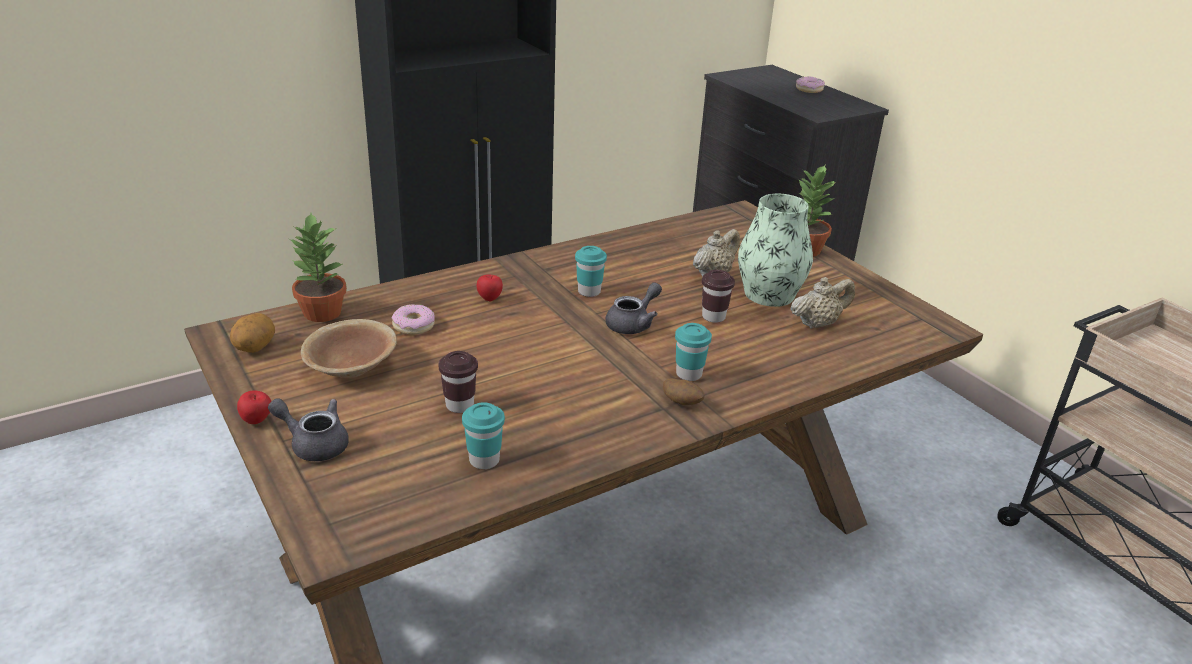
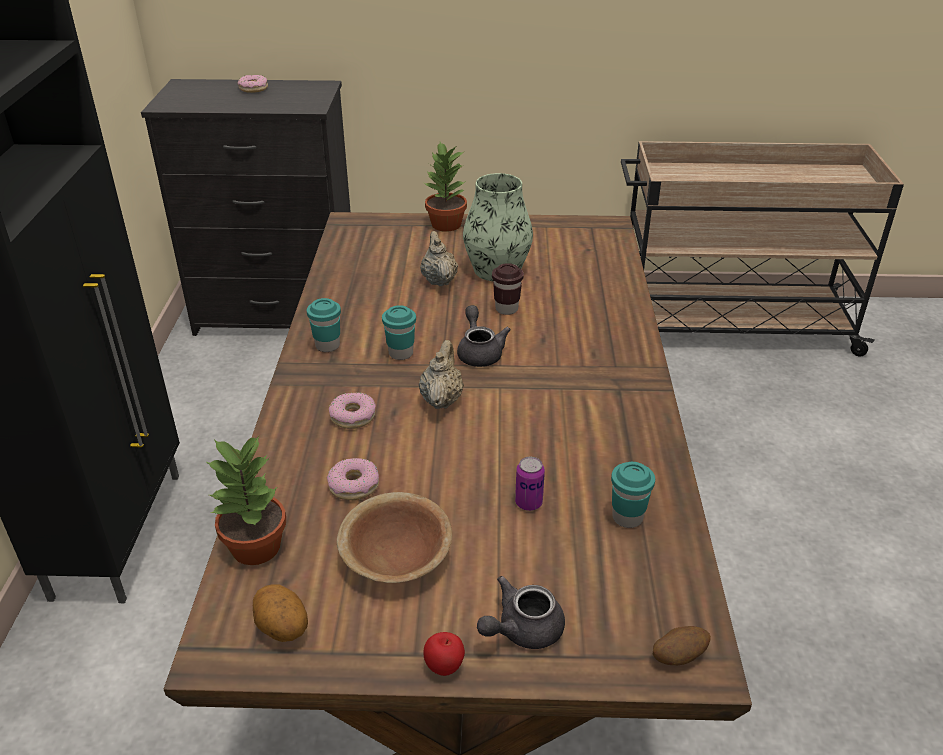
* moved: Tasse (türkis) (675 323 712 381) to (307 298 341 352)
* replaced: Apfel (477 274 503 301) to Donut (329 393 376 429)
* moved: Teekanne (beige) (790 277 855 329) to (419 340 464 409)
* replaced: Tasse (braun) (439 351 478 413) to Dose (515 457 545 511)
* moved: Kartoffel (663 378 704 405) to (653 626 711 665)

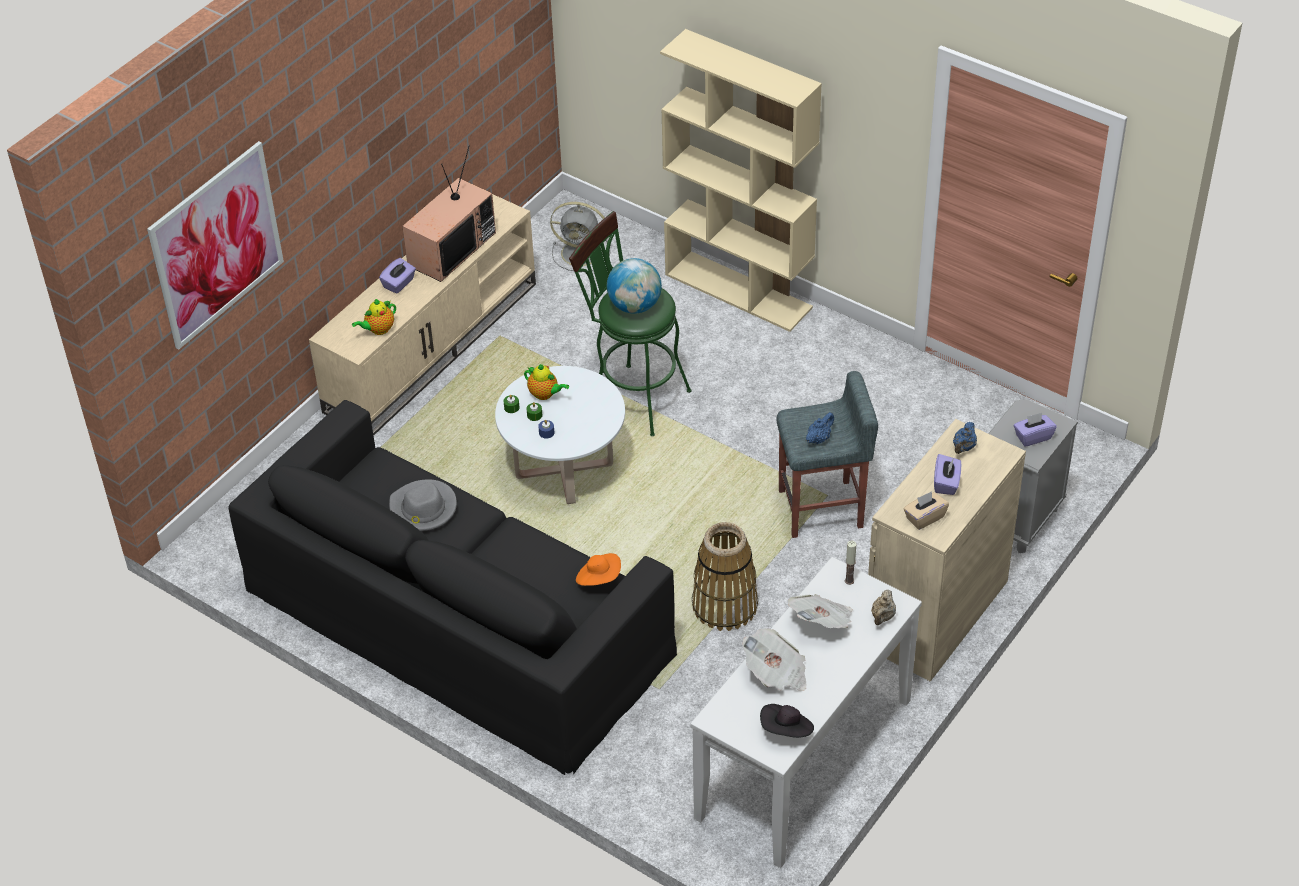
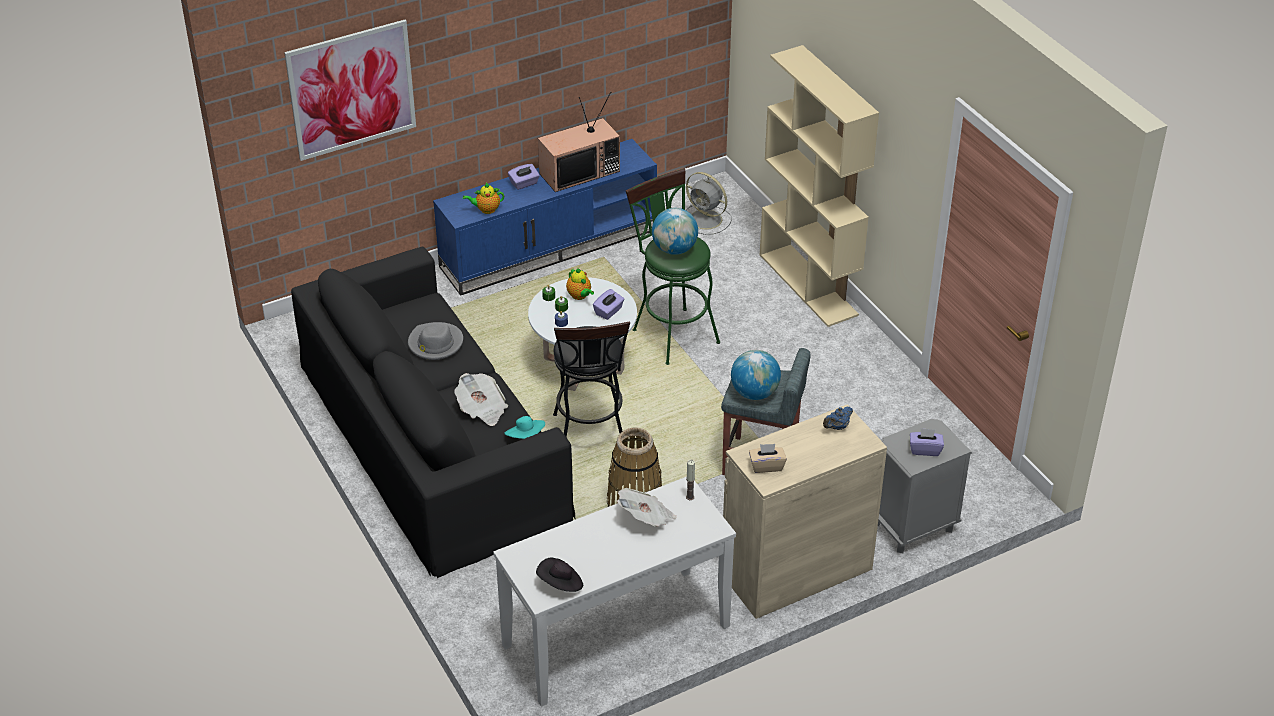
* recoloured: Fernsehschrank (beige) (309 194 536 436) to Fernsehschrank (blau) (433 139 657 296)
* moved: Zeitung (742 629 806 691) to (454 373 508 426)
* recoloured: Hut (orange) (576 553 621 586) to Hut (türkis) (504 416 545 439)
* added: Hocker (schwarz) (553 321 630 437)
* moved: Taschentuchbox (lila) (934 454 961 495) to (593 289 625 320)
* replaced: Teekanne (blau) (806 412 834 444) to Globus (731 350 781 400)
* removed: Teekanne (beige) (871 590 896 625)

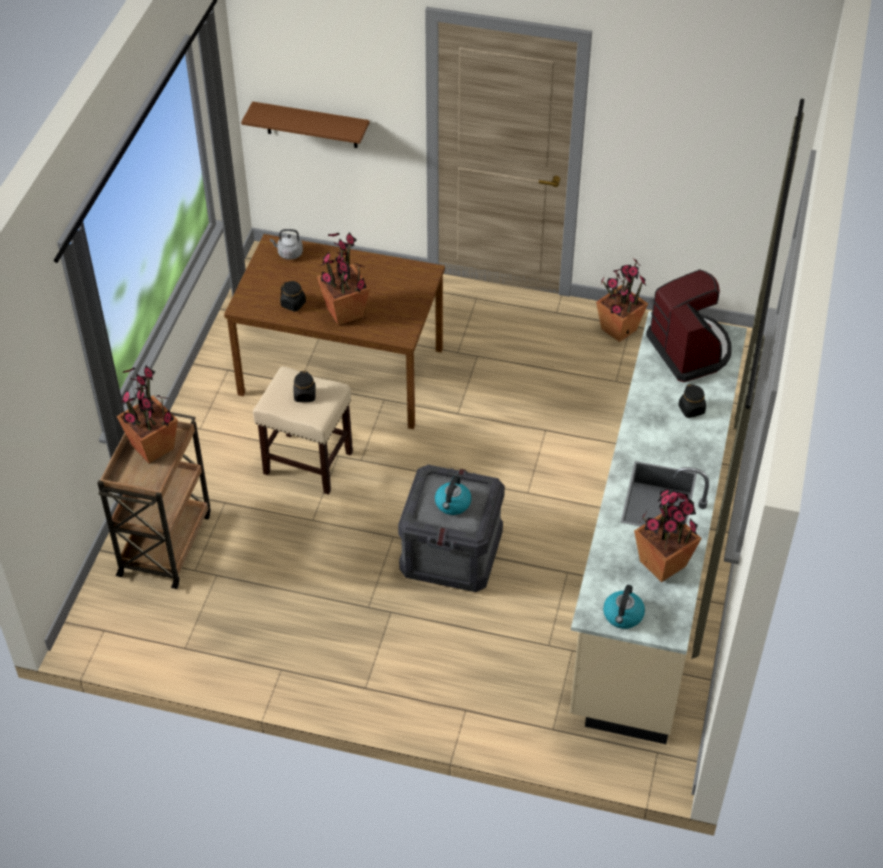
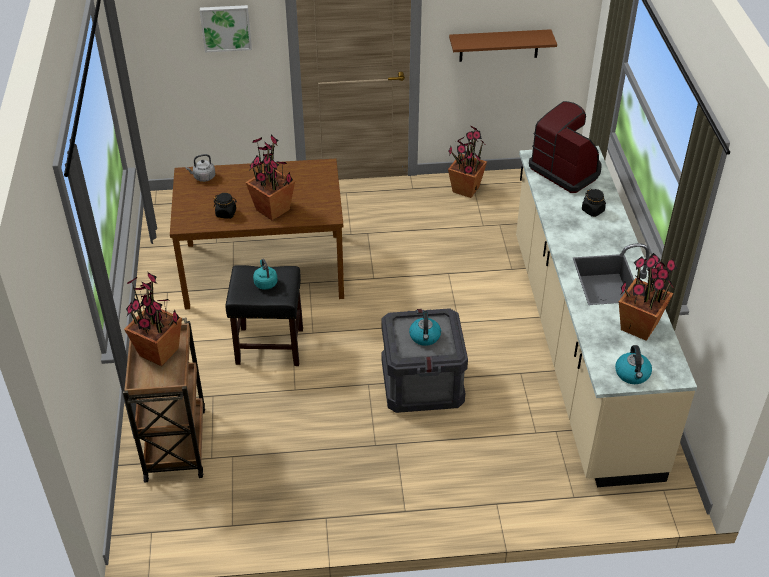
* added: Bild (200 5 252 52)
* recoloured: Hocker (beige) (253 366 353 495) to Hocker (schwarz) (225 265 303 366)
* replaced: Vorratsglas (schwarz) (294 371 316 402) to Wasserkessel (türkis) (253 259 278 290)
* moved: Wandregal (braun) (241 101 370 148) to (449 29 557 62)

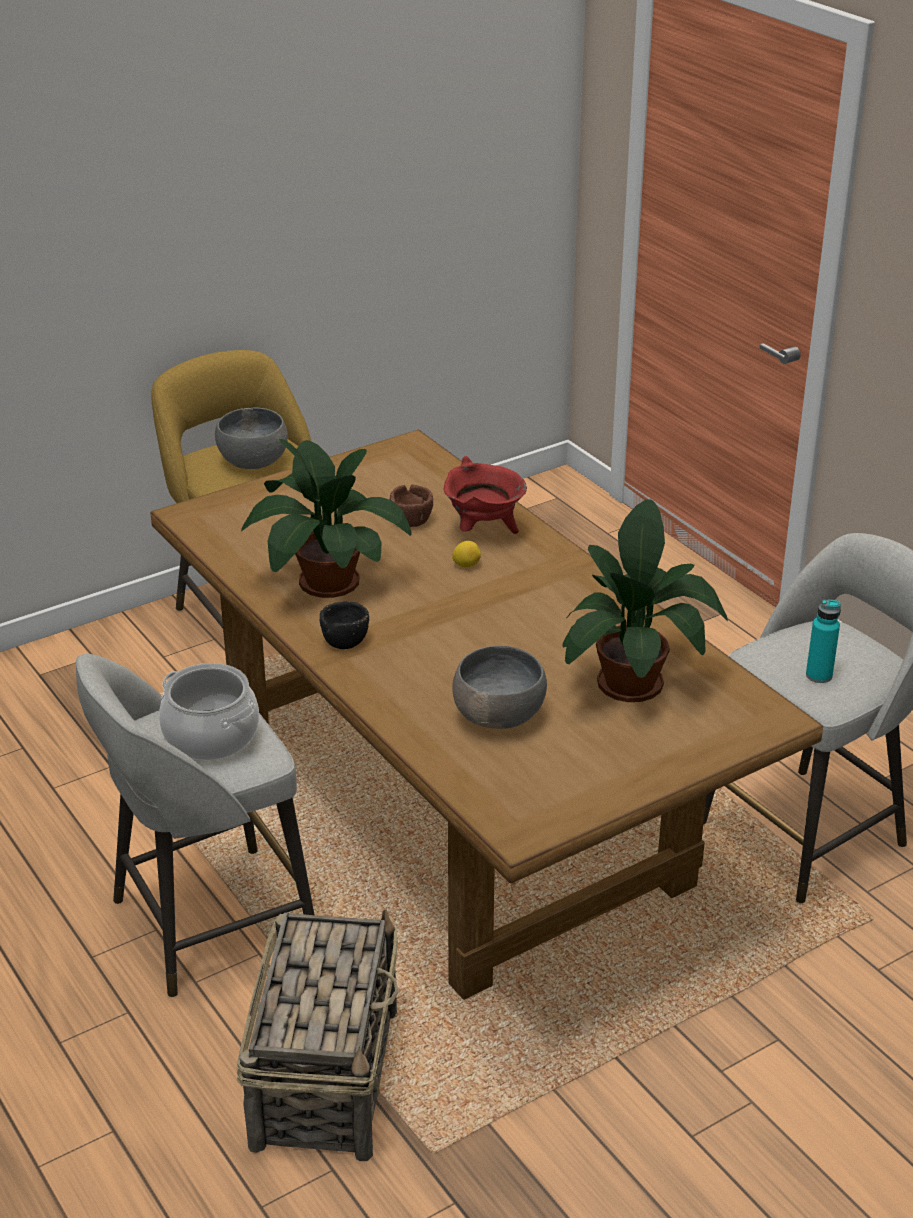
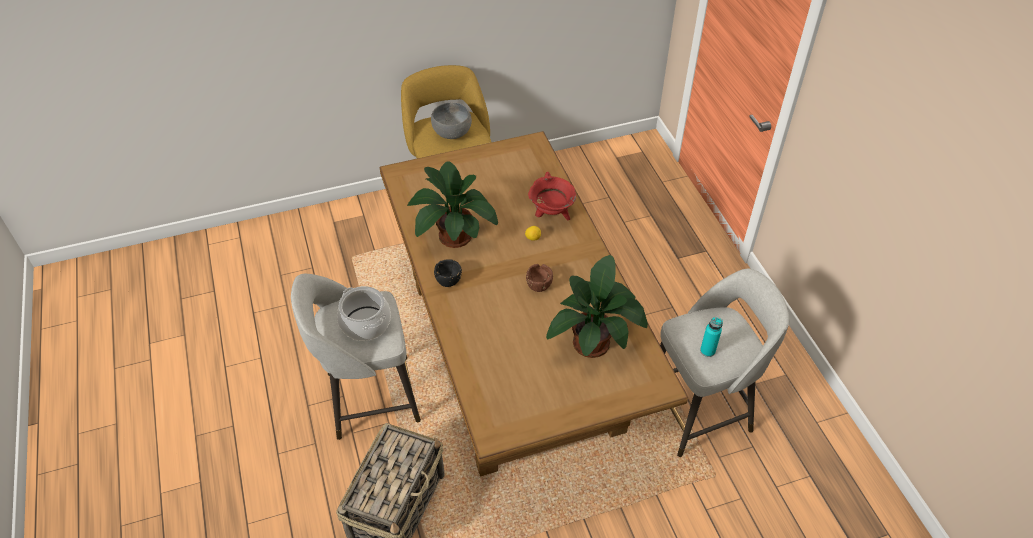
* moved: Schüssel (braun) (390 484 433 527) to (526 264 553 292)
* removed: Schüssel (grau) (452 646 547 729)

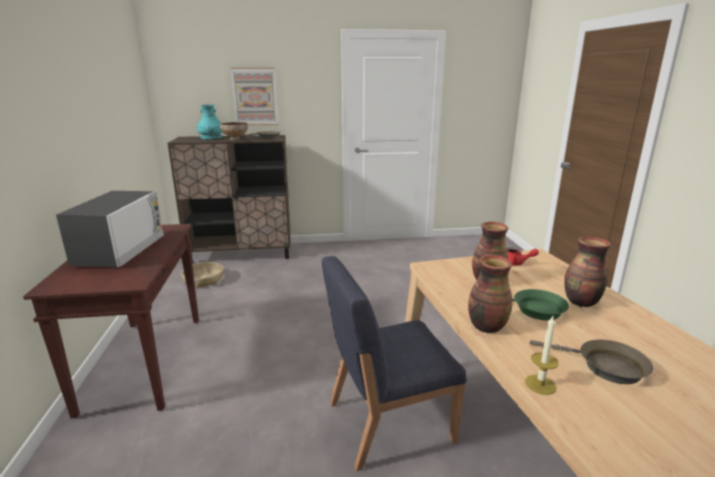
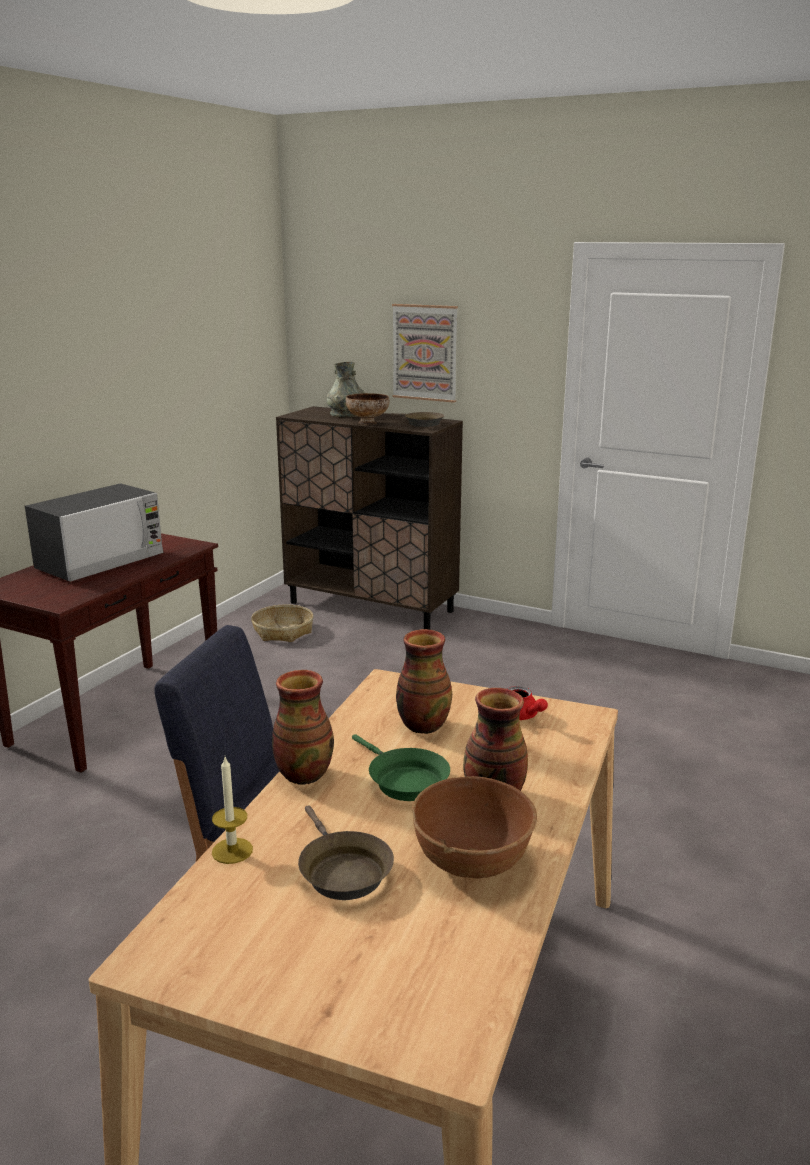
* recoloured: Vase (türkis) (197 104 222 140) to Vase (grau) (327 362 365 417)
* added: Schüssel (braun) (412 776 537 879)

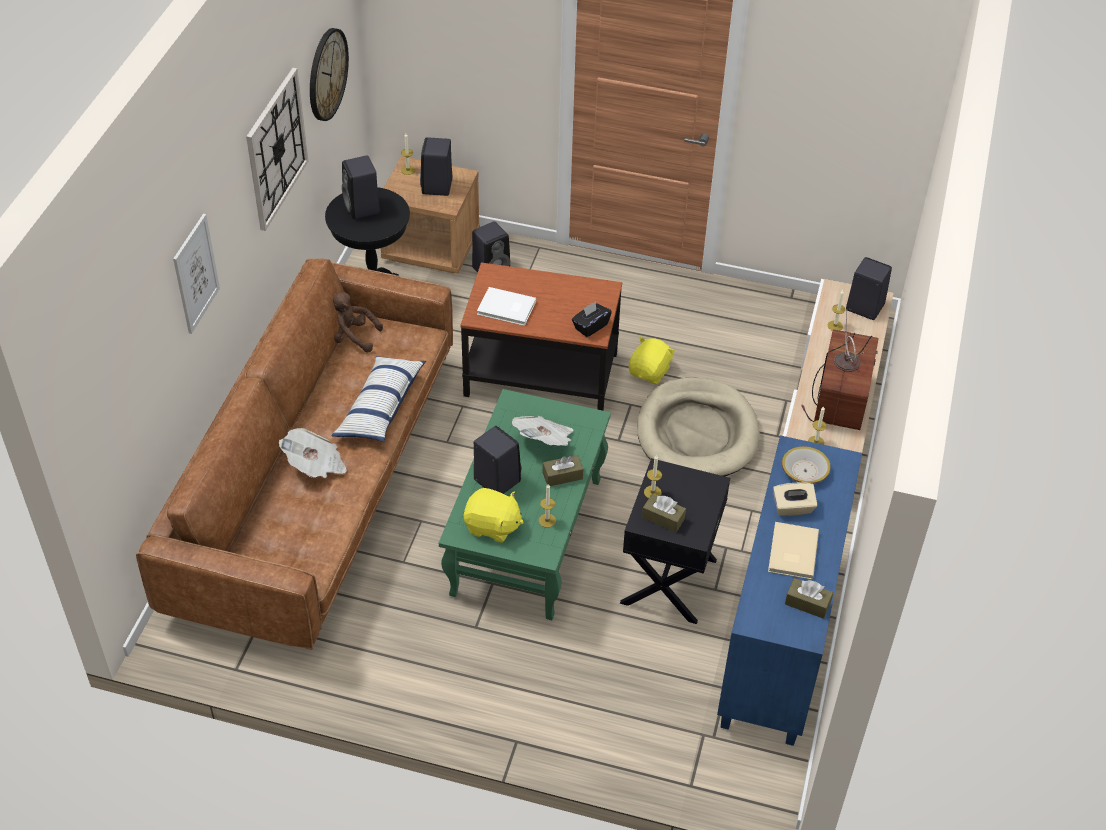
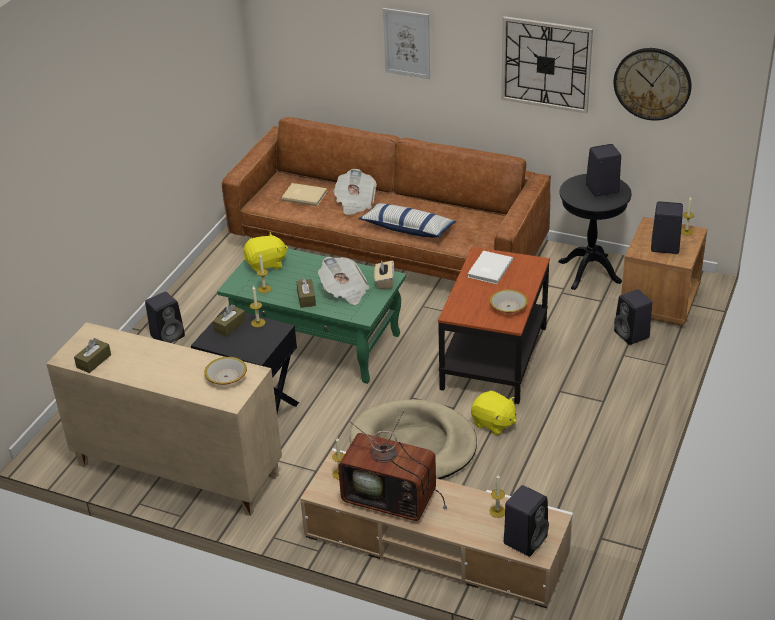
* recoloured: Schrank (blau) (717 435 862 746) to Schrank (beige) (46 322 282 516)
* moved: Lautsprecher (schwarz) (474 426 522 494) to (145 292 185 343)
* turned: Plüschtier (gelb) (464 488 524 543) = (244 232 288 272) 135 degrees counterclockwise
* moved: Buch (beige) (768 522 819 579) to (282 183 327 206)
* moved: Taschentuchbox (beige) (773 482 817 516) to (374 260 394 289)
* added: Schüssel (490 289 528 313)
* removed: Plüschtier (braun) (333 292 383 352)
* removed: Taschentuchbox (schwarz) (572 301 612 337)

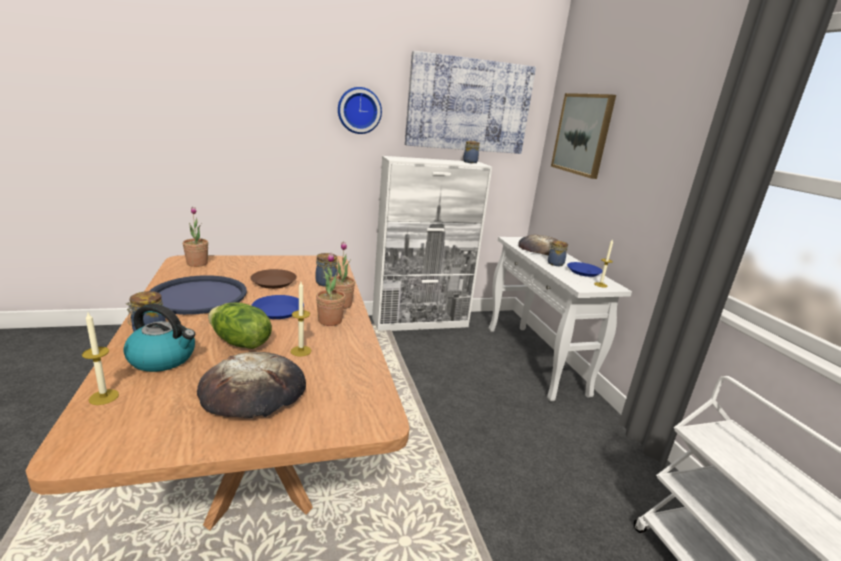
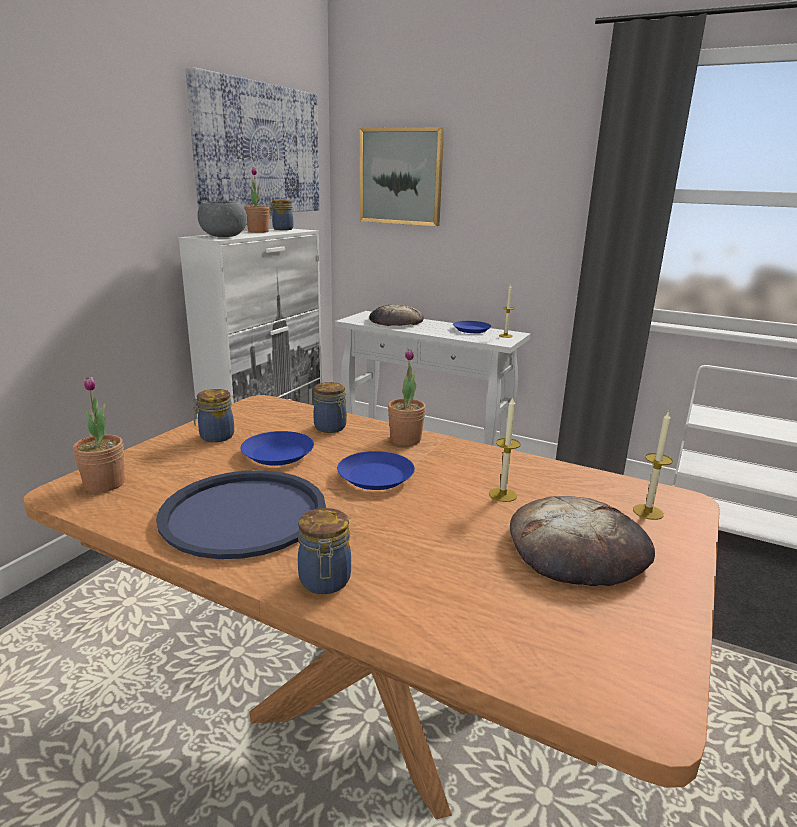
* moved: Vorratsglas (547 241 568 266) to (192 389 234 442)
* added: Schüssel (grau) (197 201 247 237)
* recoloured: Teller (braun) (250 269 297 289) to Teller (blau) (241 431 314 466)
* moved: Topfpflanze (316 253 346 326) to (245 167 269 233)
* moved: Kerze (82 313 119 405) to (633 410 673 520)
* removed: Wasserkessel (123 304 195 372)
* removed: Salatkopf (208 302 272 349)
* removed: Wanduhr (338 87 382 134)

